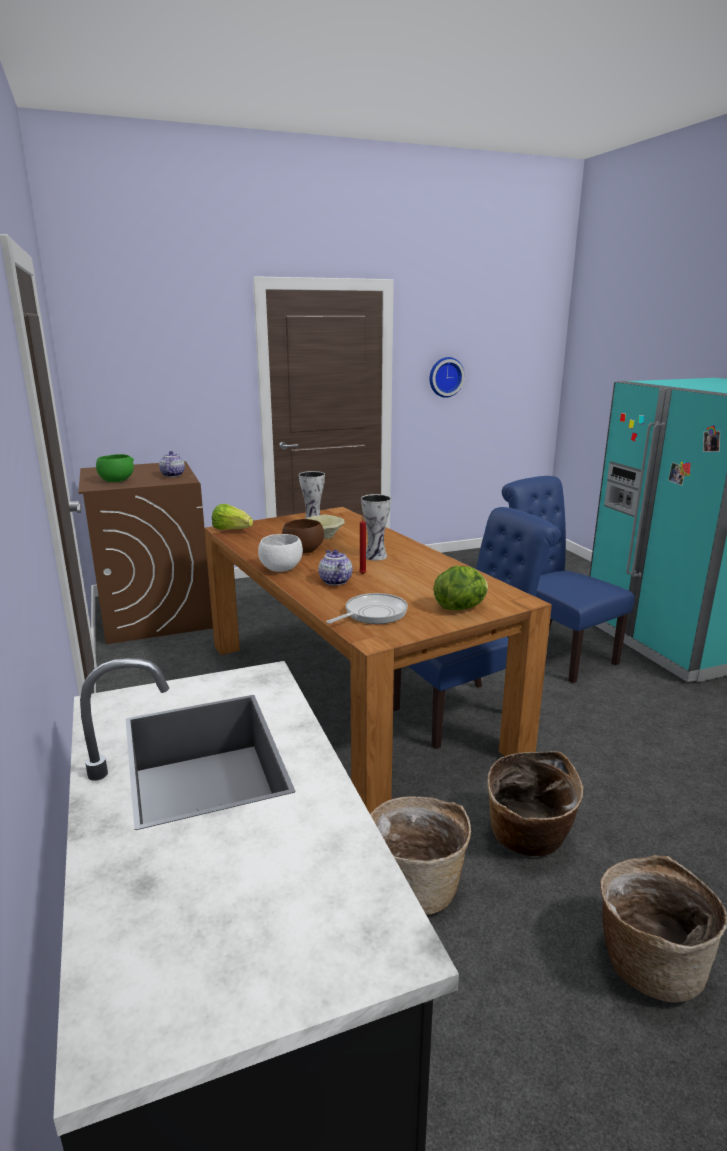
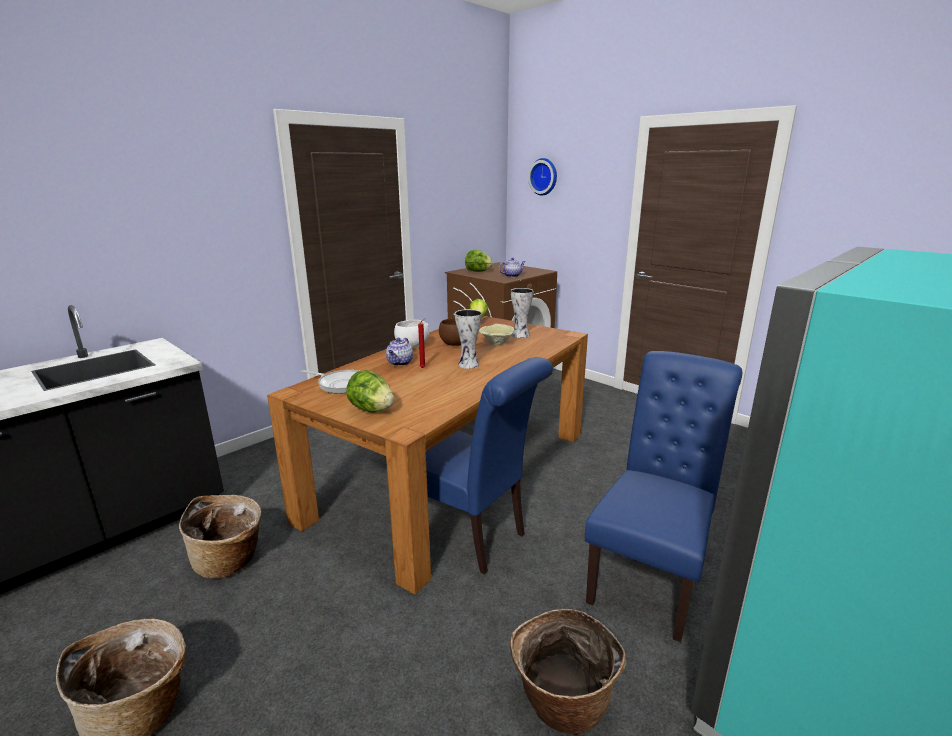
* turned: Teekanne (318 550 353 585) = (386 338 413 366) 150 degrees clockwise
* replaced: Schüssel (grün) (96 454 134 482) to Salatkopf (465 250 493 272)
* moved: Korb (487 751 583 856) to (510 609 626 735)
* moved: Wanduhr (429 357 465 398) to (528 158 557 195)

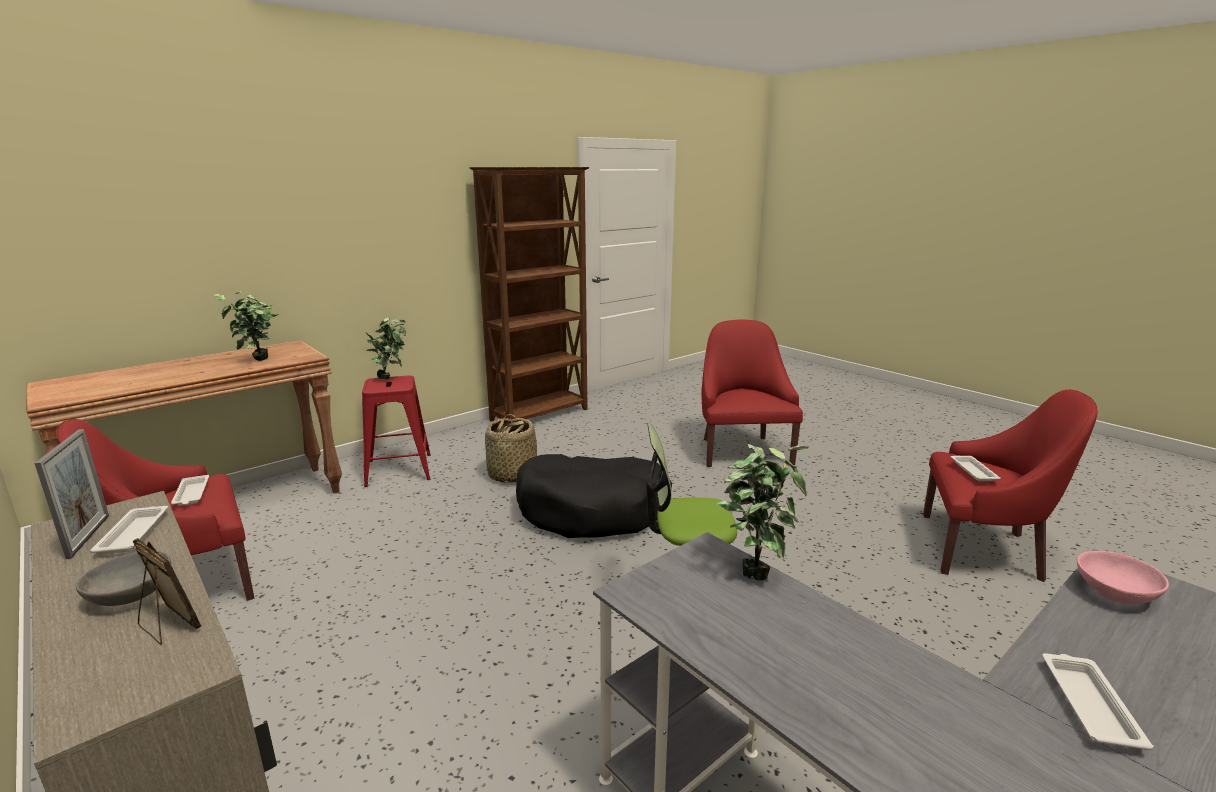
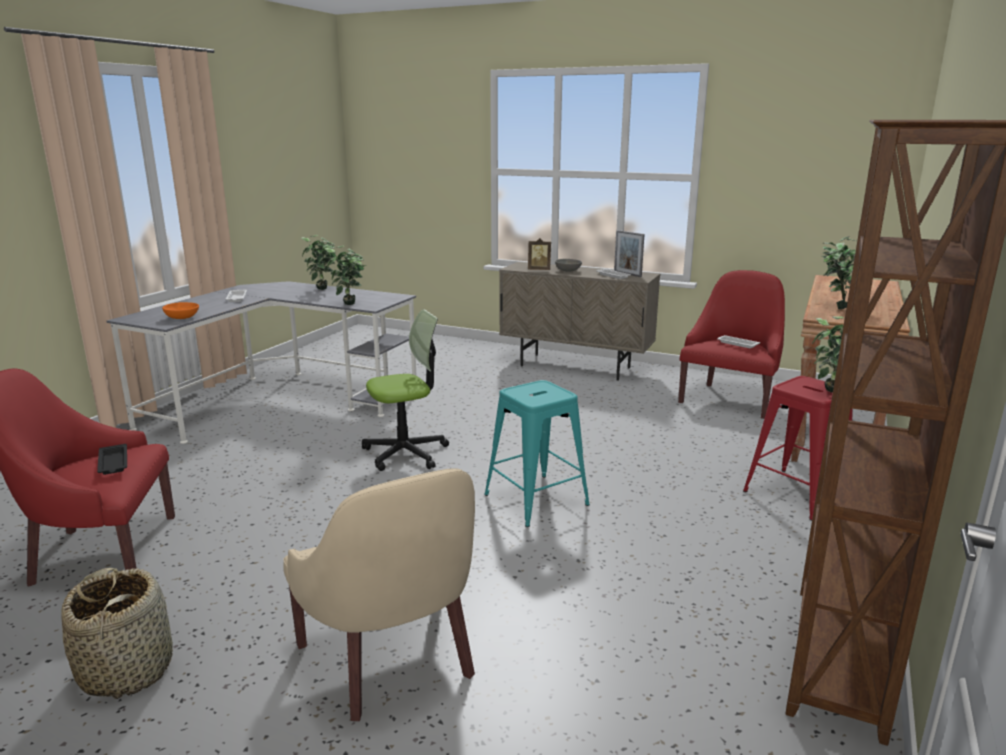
* moved: Korb (485 414 537 483) to (61 568 173 699)
* recoloured: Tablett (weiß) (951 456 1001 481) to Tablett (schwarz) (97 444 127 475)
* recoloured: Schüssel (rosa) (1077 551 1169 605) to Schüssel (orange) (162 302 199 319)
* recoloured: Sessel (rot) (701 319 803 467) to Sessel (beige) (283 468 475 721)
* added: Topfpflanze (302 235 336 290)
* replaced: Hundebett (schwarz) (516 454 672 538) to Hocker (türkis) (484 380 590 527)

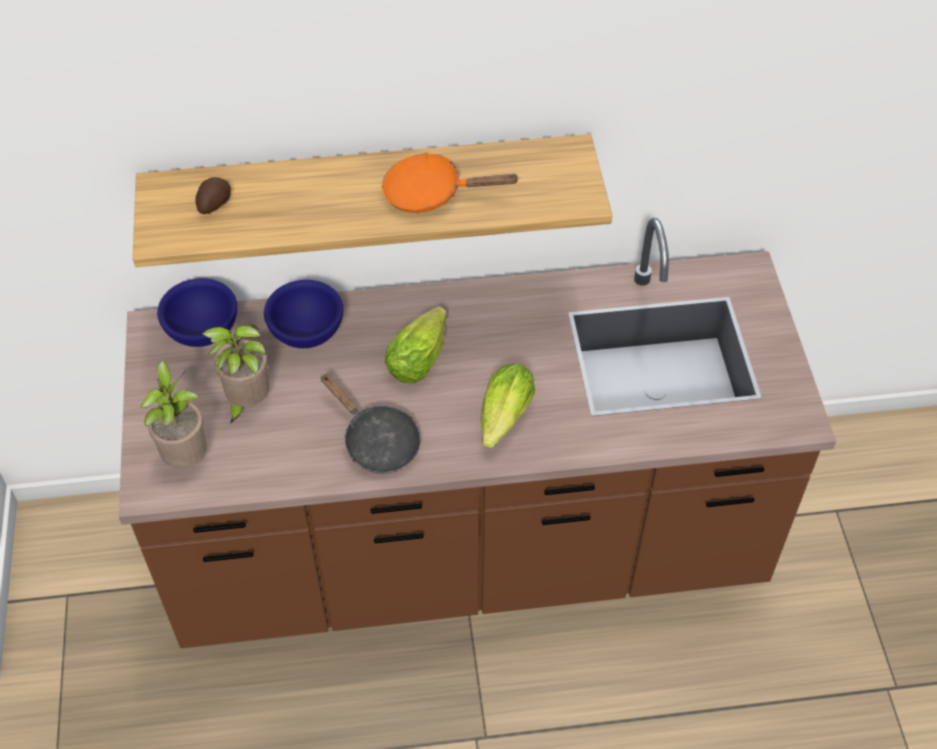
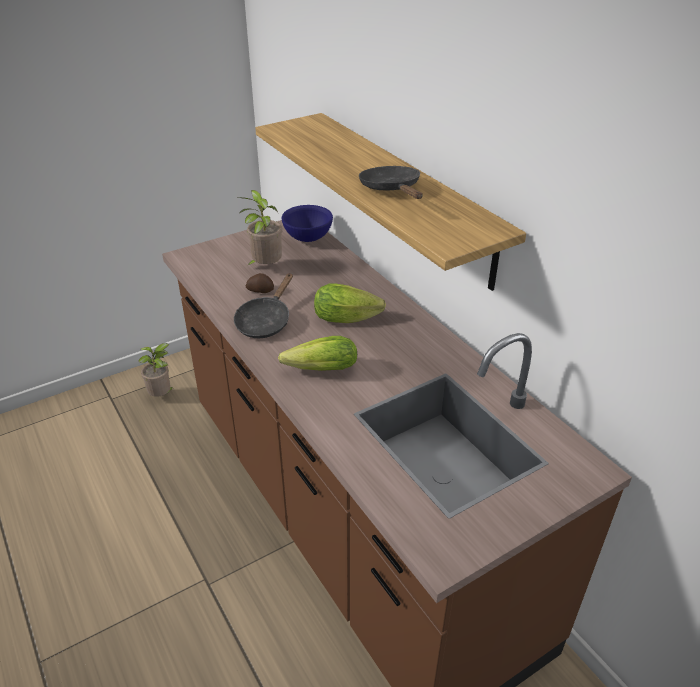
* moved: Topfpflanze (141 360 207 469) to (138 343 172 397)
* moved: Kartoffel (195 177 231 214) to (246 273 274 293)
* recoloured: Pfanne (orange) (382 153 520 213) to Pfanne (schwarz) (359 166 423 199)
* removed: Schüssel (blau) (264 280 343 348)

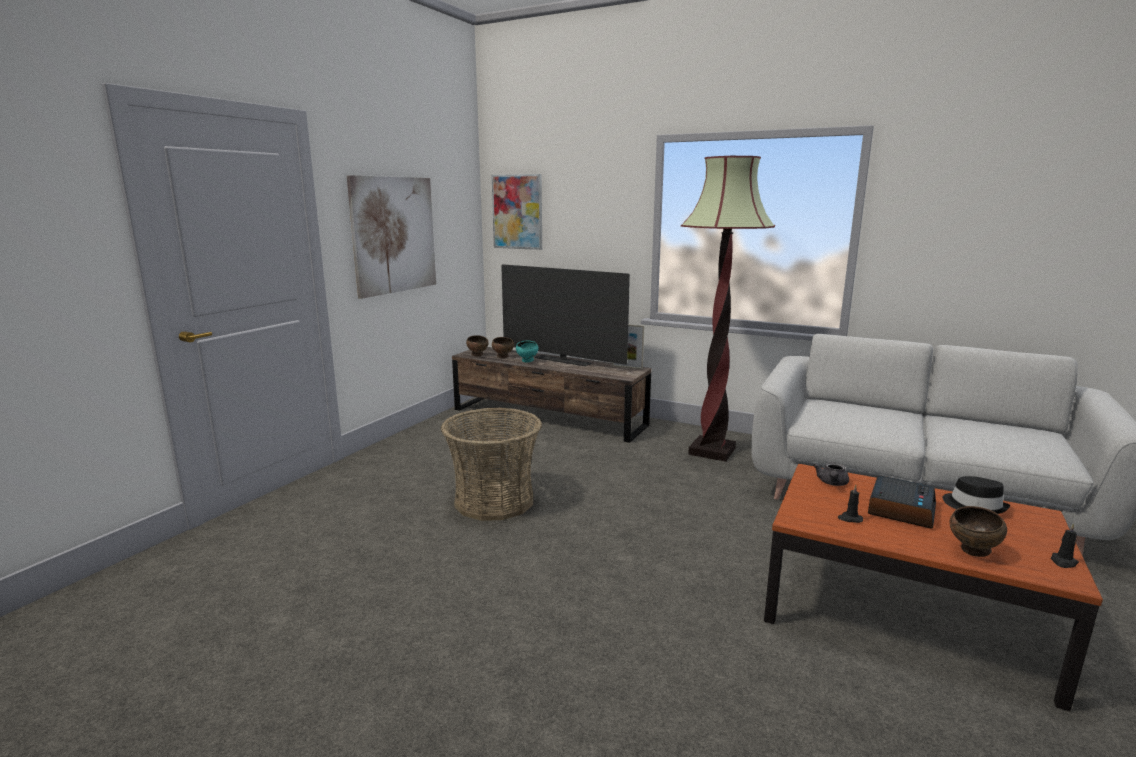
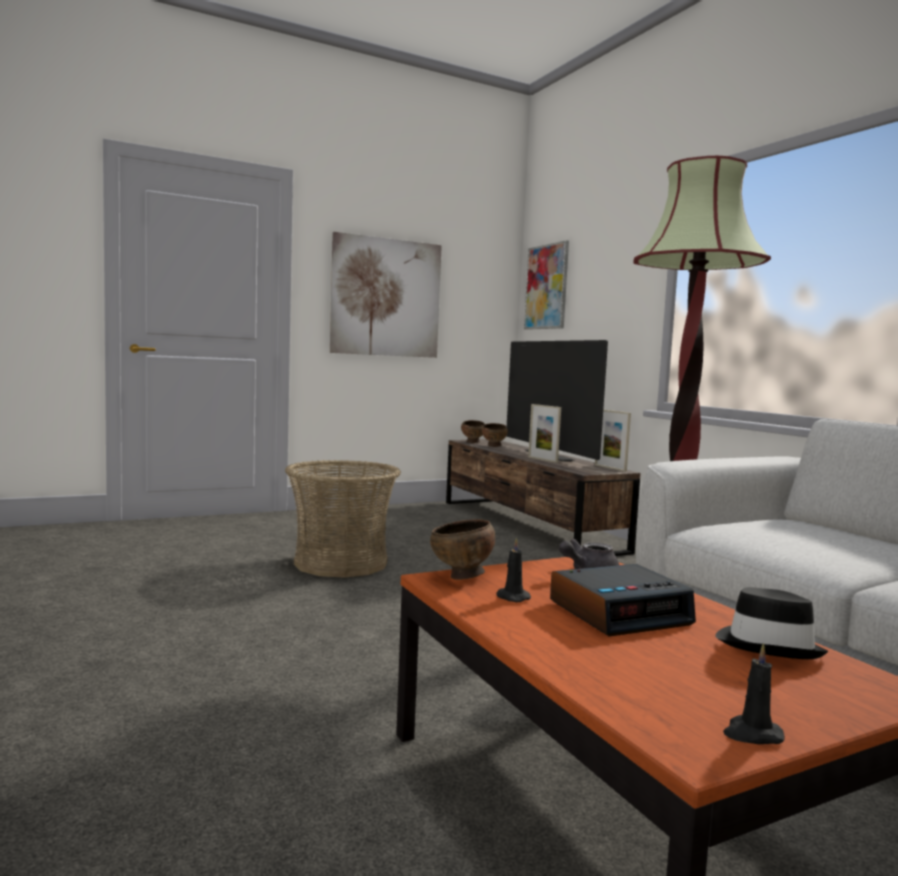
* moved: Schüssel (braun) (950 506 1007 557) to (430 519 495 580)
* added: Bilderrahmen (528 404 561 463)
* removed: Schüssel (türkis) (516 341 538 363)

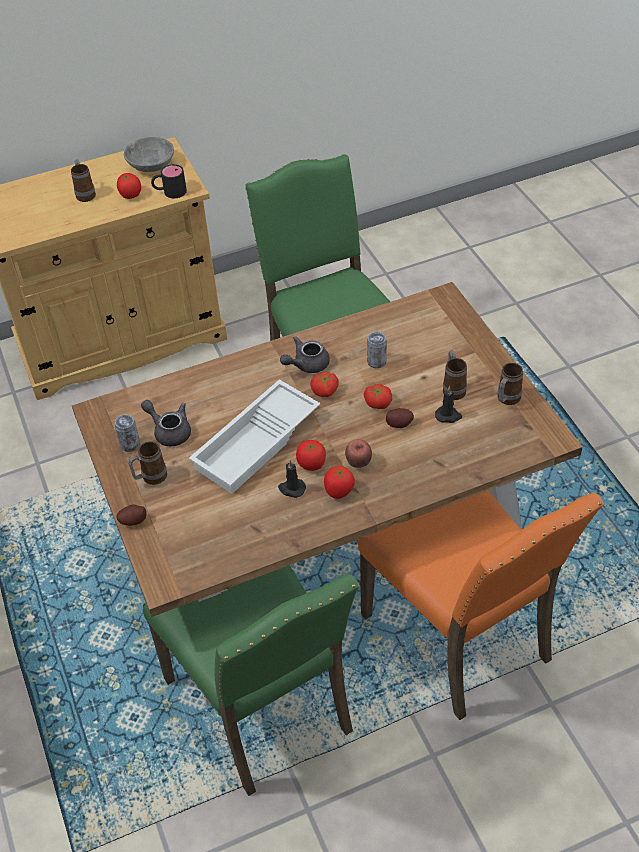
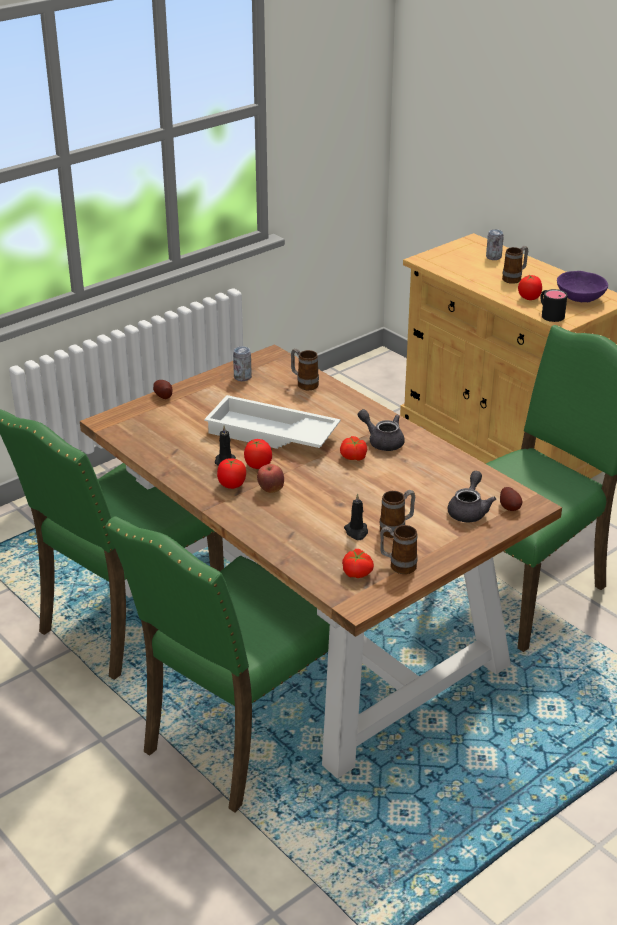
* recoloured: Stuhl (orange) (358 490 604 720) to Stuhl (grün) (105 516 330 812)
* moved: Henkelbecher (128 441 167 485) to (291 349 319 390)
* moved: Tomate (364 384 392 409) to (342 549 374 578)
* moved: Teekanne (grau) (141 400 191 446) to (448 471 496 522)
* moved: Dose (367 332 387 368) to (486 229 504 260)
* moved: Kartoffel (386 408 414 428) to (500 487 522 511)
* recoloured: Schüssel (grau) (124 137 174 172) to Schüssel (lila) (557 271 608 302)

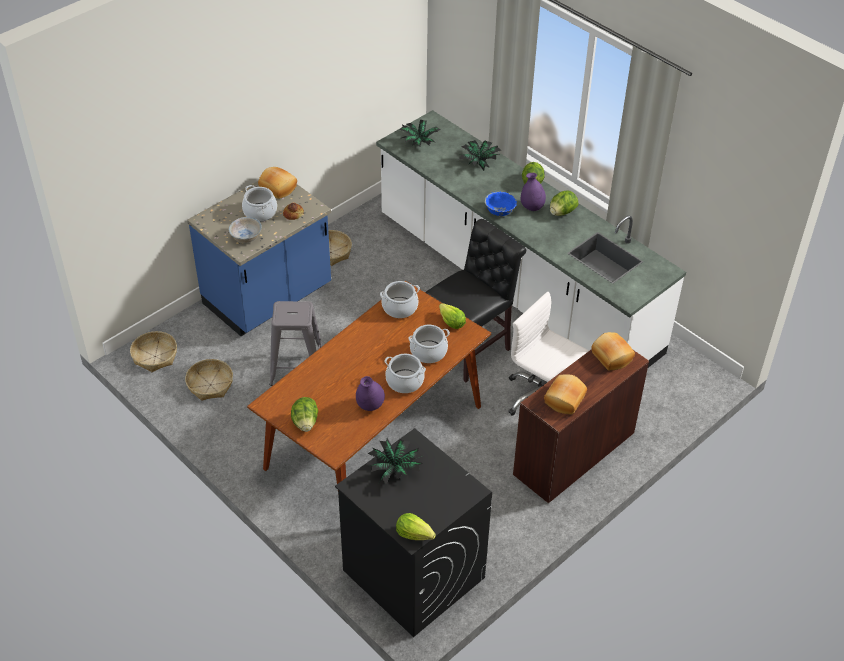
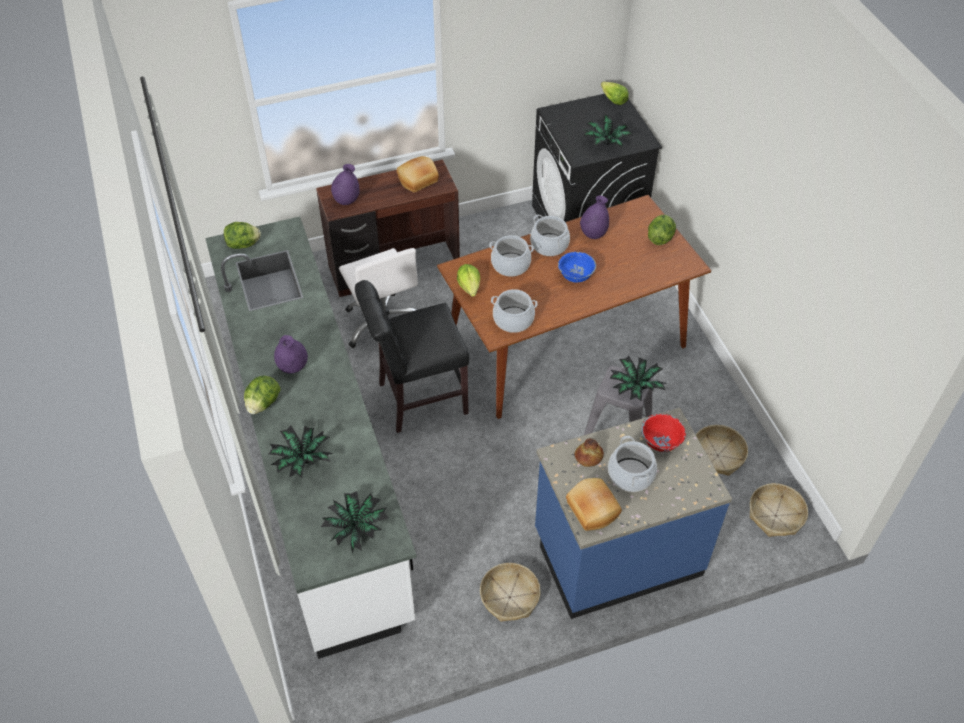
* moved: Salatkopf (550 190 578 216) to (224 222 261 249)
* replaced: Brot (591 332 635 371) to Vase (lila) (331 164 360 205)
* moved: Schüssel (blau) (485 192 517 216) to (558 252 596 282)
* added: Topfpflanze (609 355 667 402)
* recoloured: Schüssel (weiß) (229 217 262 243) to Schüssel (rot) (641 414 686 452)

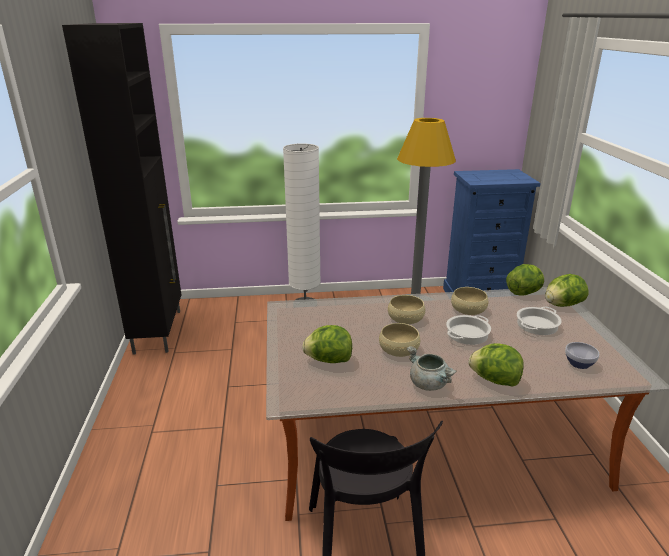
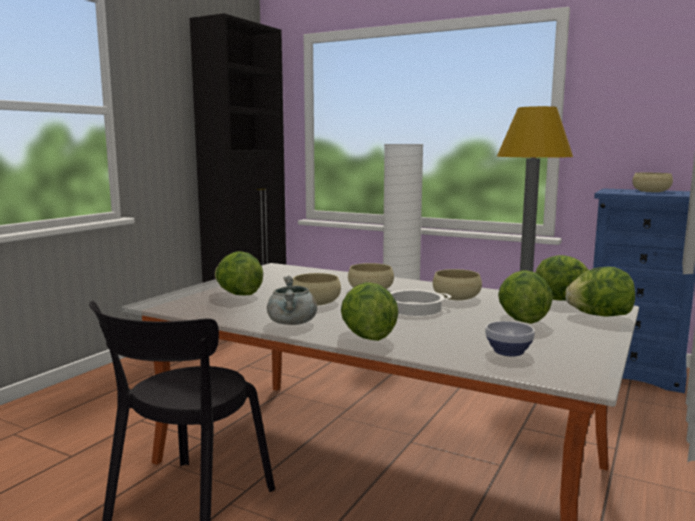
* replaced: Kochtopf (517 306 562 335) to Salatkopf (498 270 553 324)
* added: Schüssel (beige) (632 173 673 192)

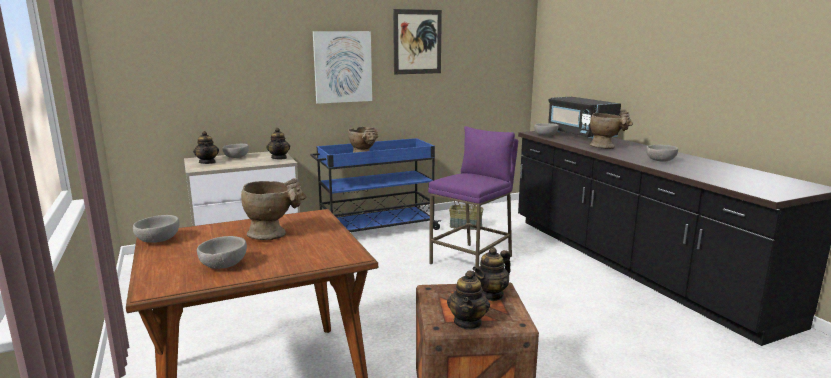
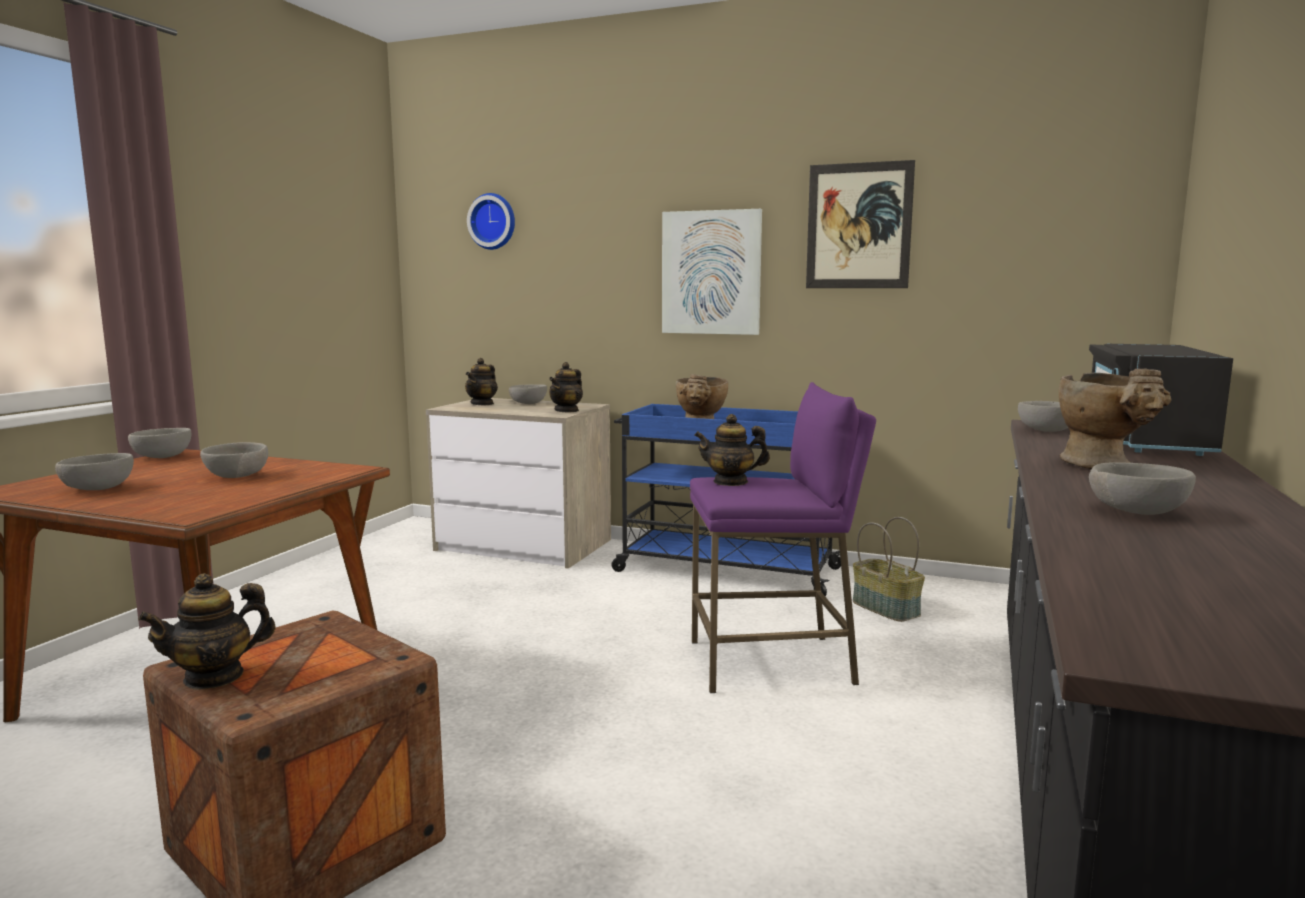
* replaced: Vase (beige) (241 178 307 240) to Schüssel (grau) (200 442 268 478)
* added: Wanduhr (467 193 515 250)
* moved: Teekanne (473 247 511 301) to (694 414 770 486)

